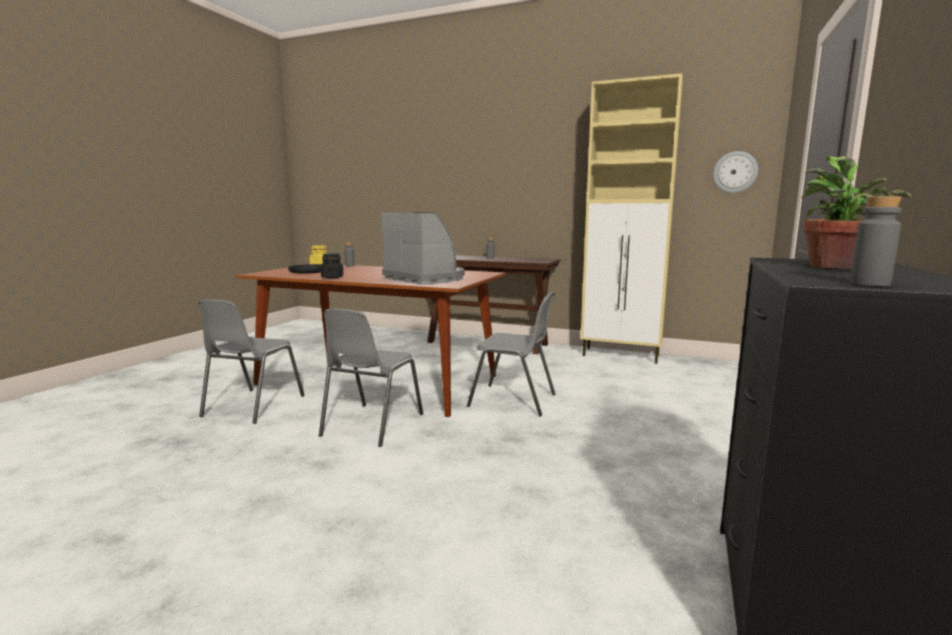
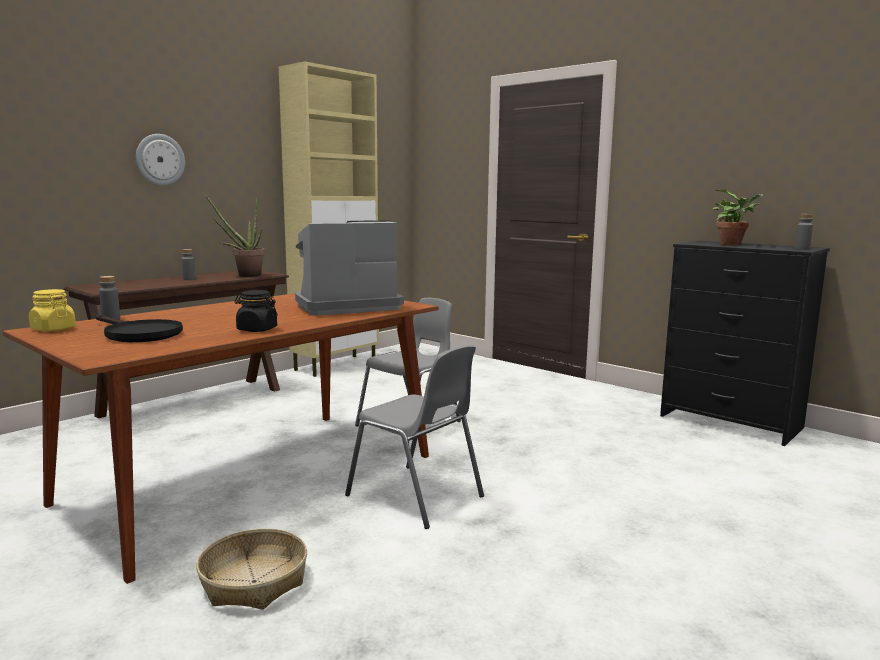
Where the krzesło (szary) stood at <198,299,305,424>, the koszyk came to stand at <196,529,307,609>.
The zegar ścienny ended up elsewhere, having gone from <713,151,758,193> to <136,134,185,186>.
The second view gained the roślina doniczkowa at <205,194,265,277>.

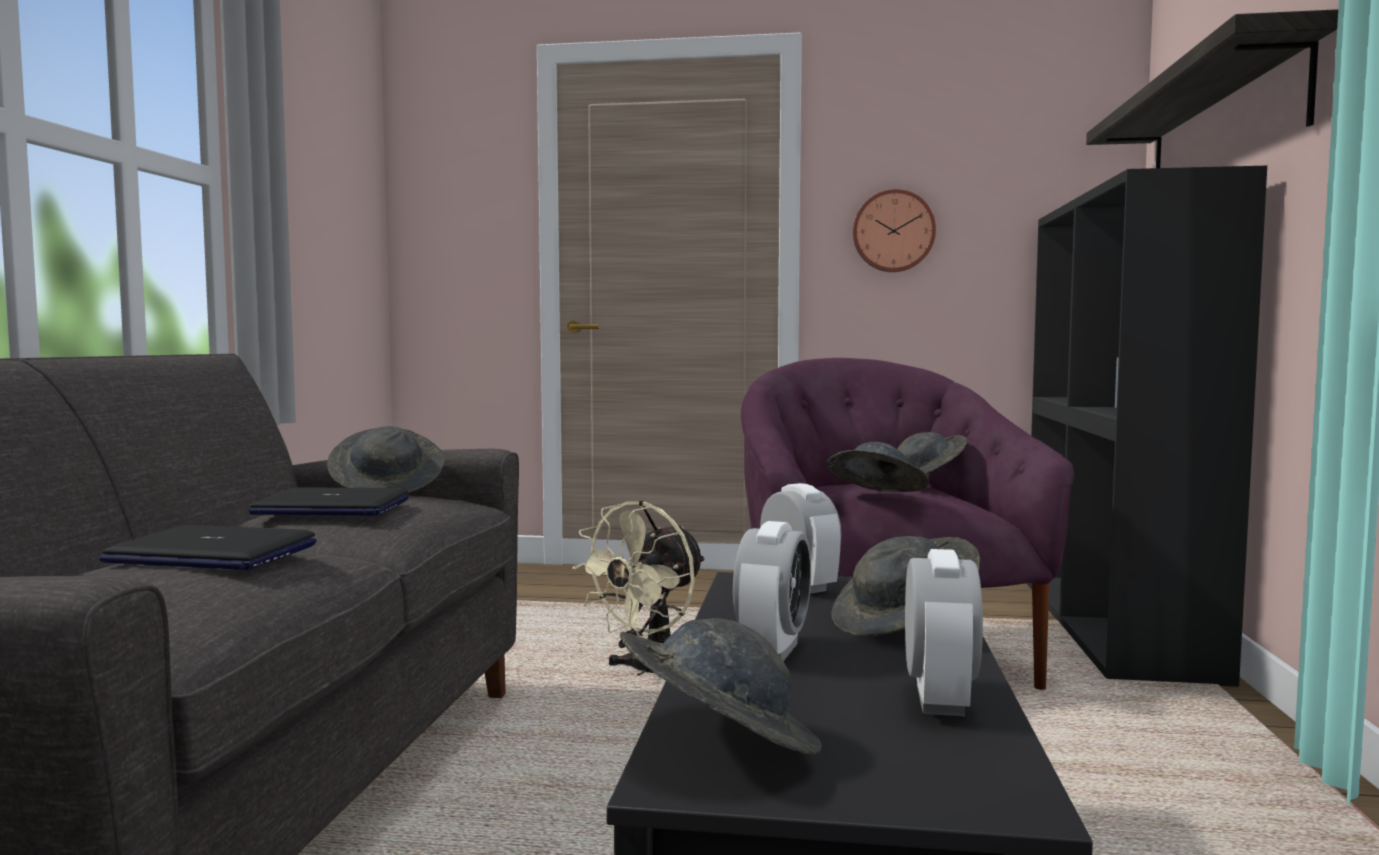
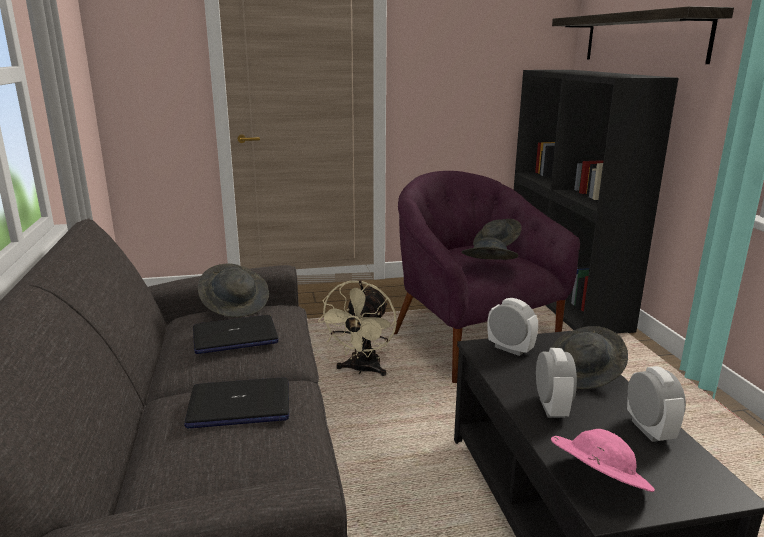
What was the kapelusz (szary) at <620,618,821,755> turned into the kapelusz (różowy) at <551,429,655,492>.
The second view lost the zegar ścienny at <853,189,936,272>.

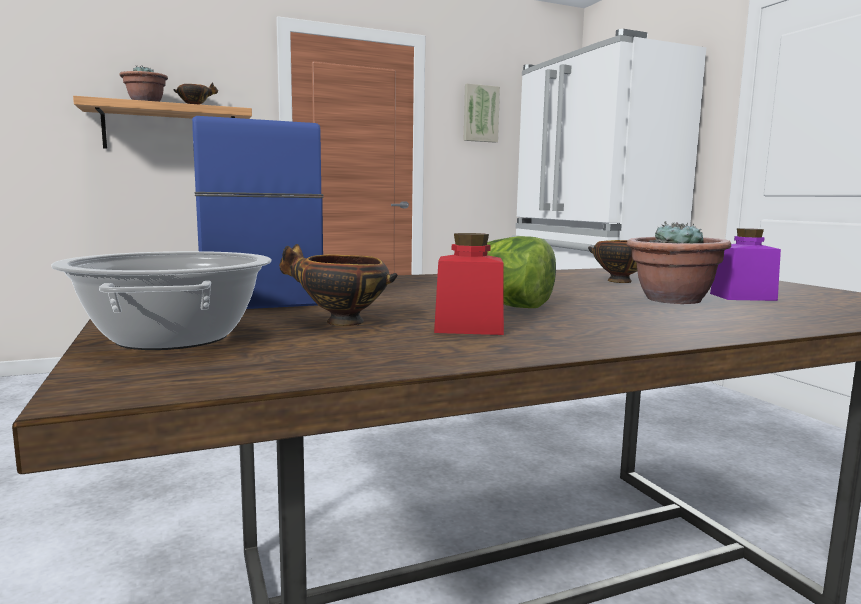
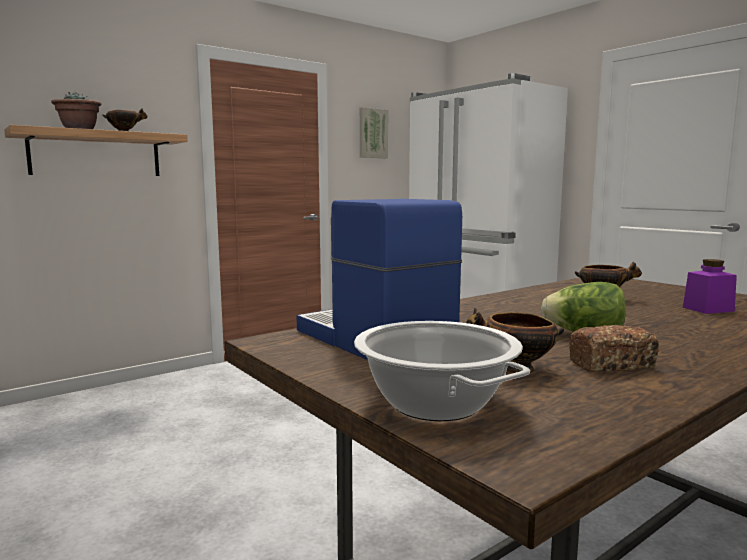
Where the słoik (czerwony) stood at <434,233,504,335>, the chleb came to stand at <569,325,659,372>.
The second view lost the roślina doniczkowa at <626,221,731,304>.

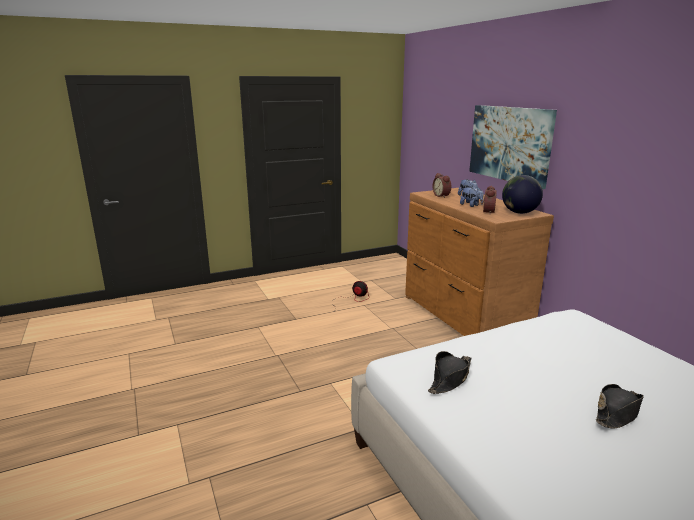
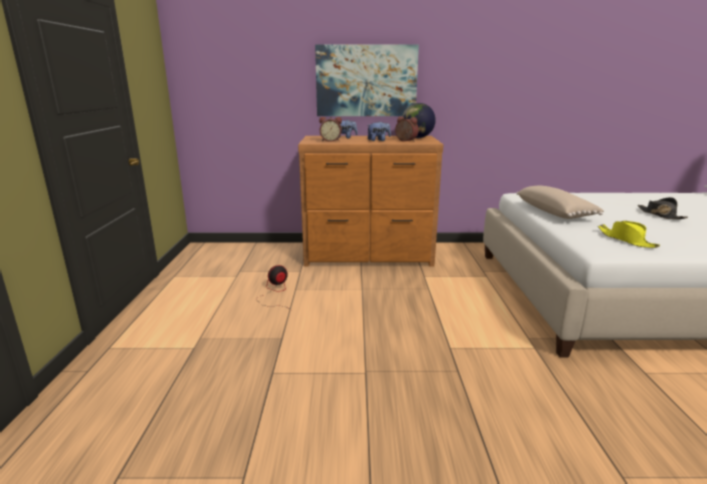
What was the kapelusz (czarny) at <428,351,471,394> turned into the kapelusz (żółty) at <598,221,660,248>.
The second view gained the poduszka (beżowy) at <516,186,604,219>.

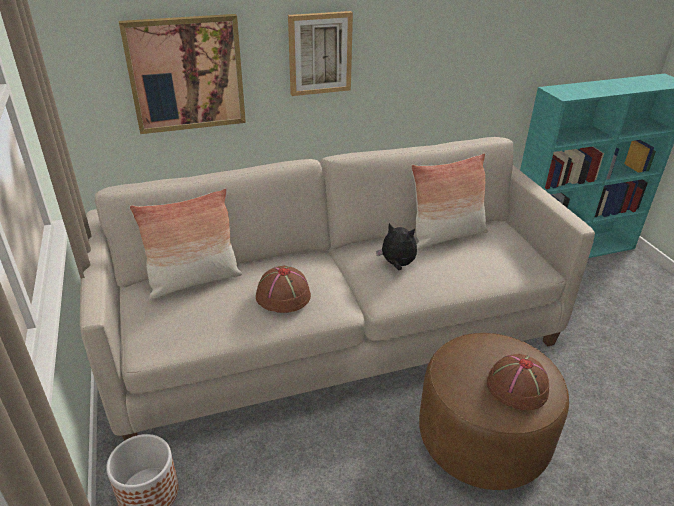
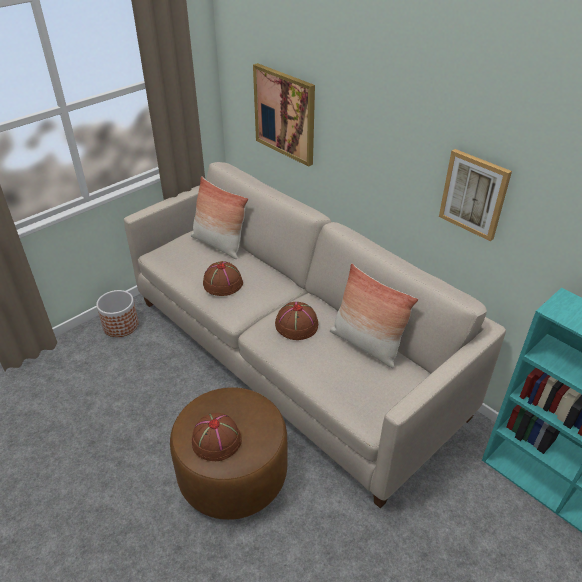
The obraz ended up elsewhere, having gone from <288,11,353,96> to <439,149,512,241>.
Where the pluszak stood at <376,223,417,270>, the kapelusz (brązowy) came to stand at <275,302,318,340>.

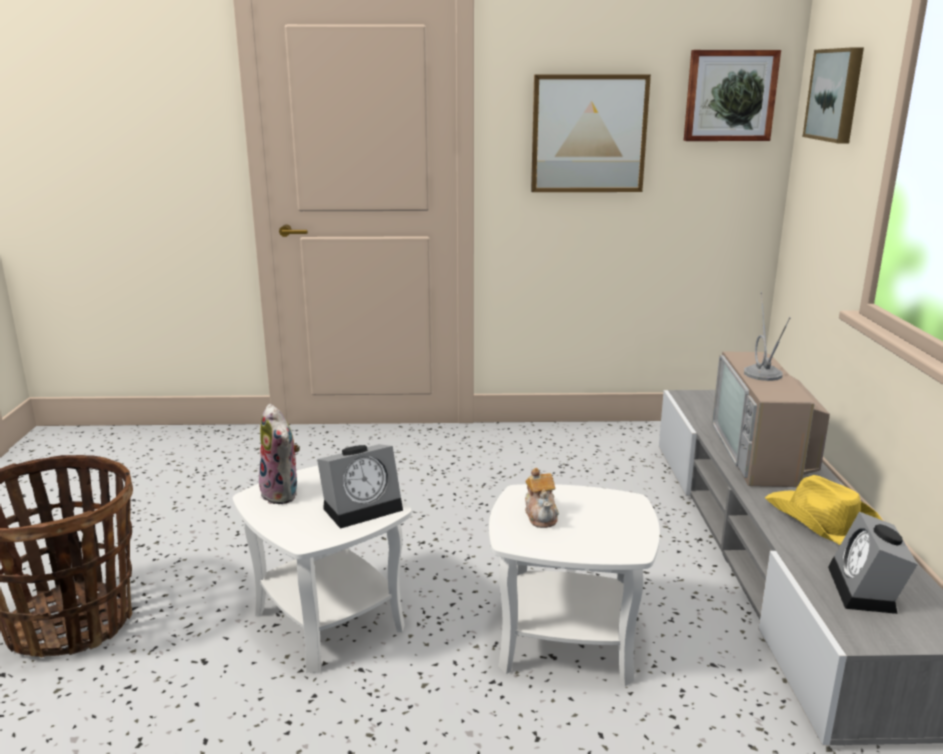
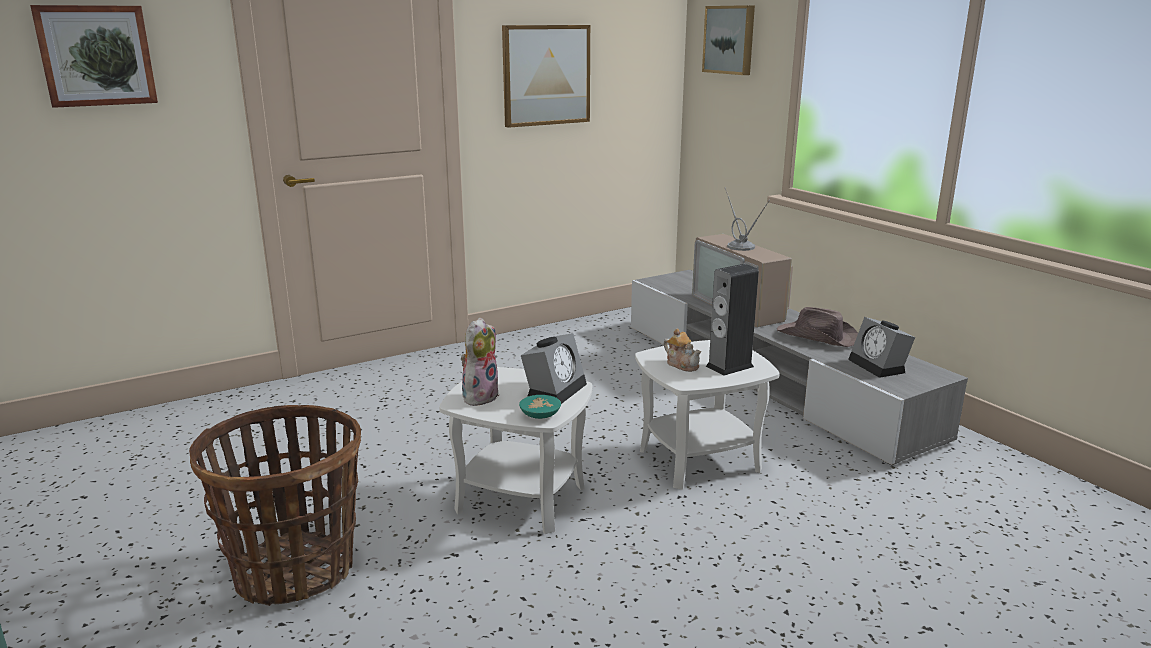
The pluszak at <259,404,300,504> ended up facing another way, 90 degrees counterclockwise from before.
The obraz ended up elsewhere, having gone from <684,50,781,141> to <30,5,158,108>.
What was the kapelusz (żółty) at <765,475,882,545> turned into the kapelusz (brązowy) at <777,307,858,347>.
The second view gained the miska (turkusowy) at <519,395,561,419>.
The second view gained the głośnik at <706,264,759,376>.

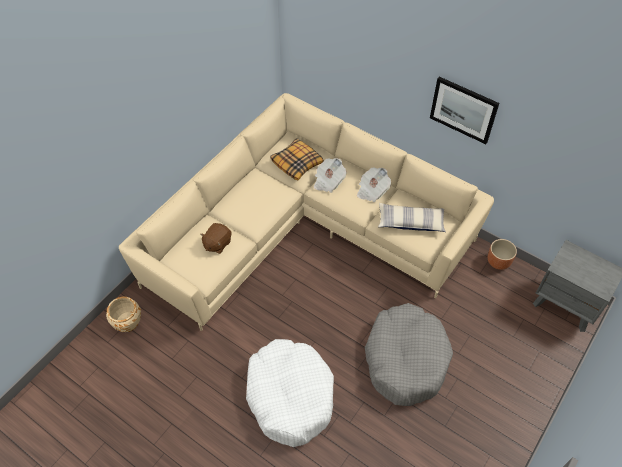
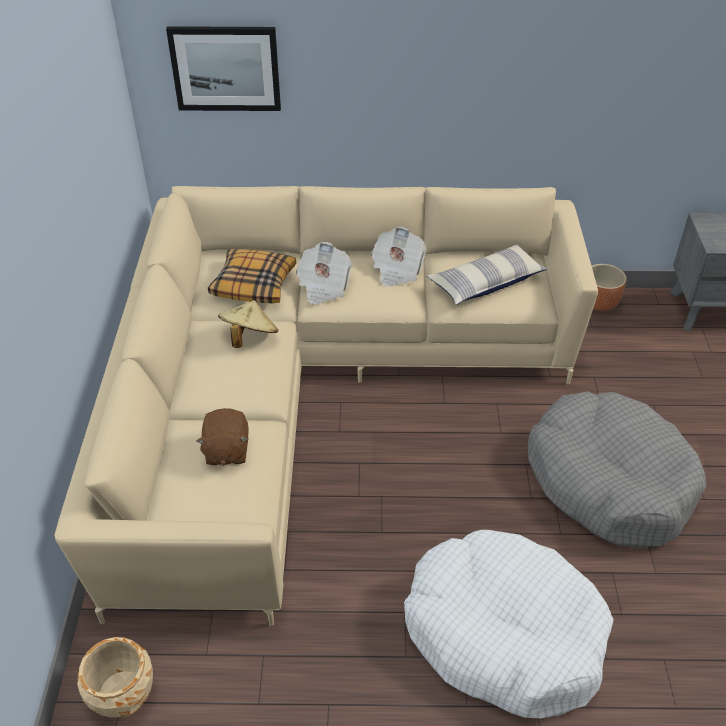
The obraz ended up elsewhere, having gone from <430,77,499,144> to <166,26,281,111>.
The second view gained the kapelusz (beżowy) at <218,300,278,348>.

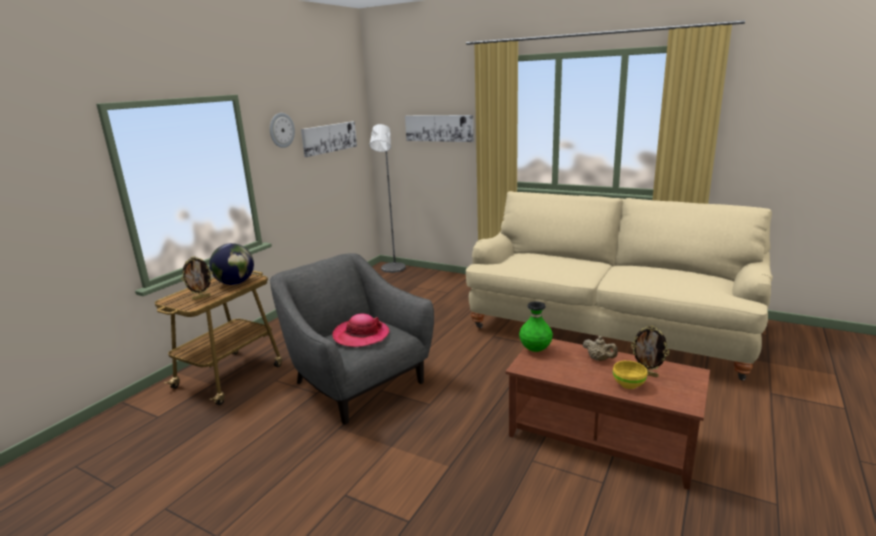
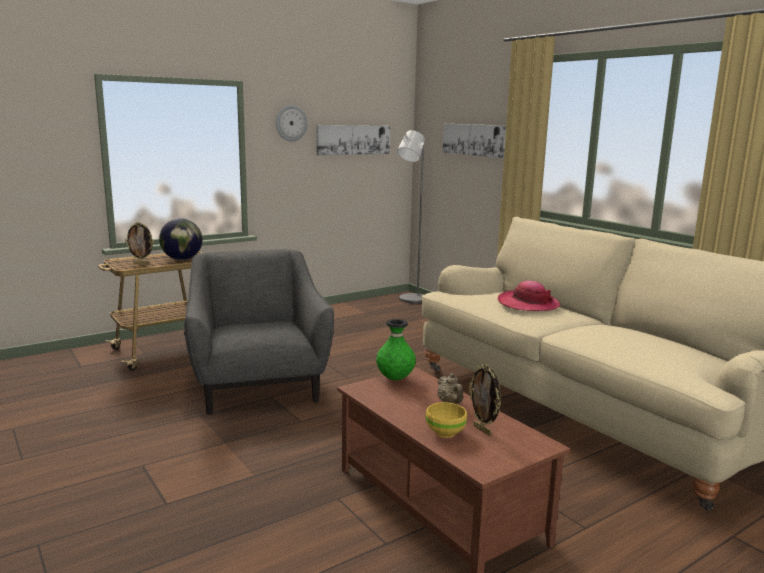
The kapelusz ended up elsewhere, having gone from <332,313,389,347> to <498,281,560,311>.

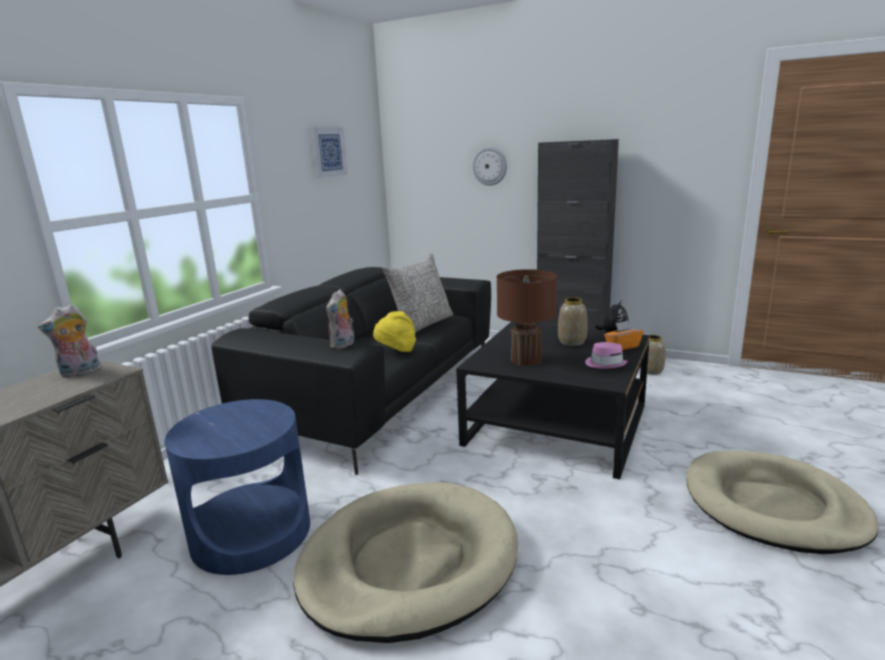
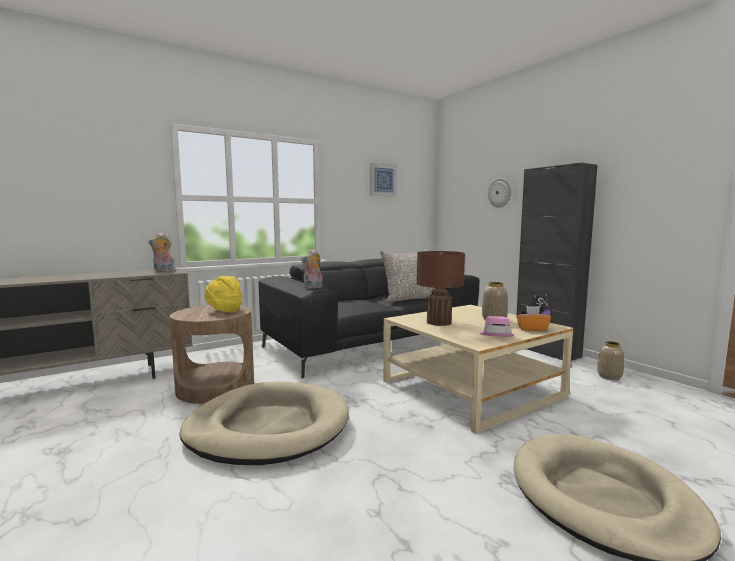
What was the stolik (niebieski) at <165,399,310,575> turned into the stolik (brązowy) at <170,305,254,404>.
The kapelusz (żółty) ended up elsewhere, having gone from <373,311,416,352> to <204,276,242,312>.
What was the ława (czarny) at <456,322,650,479> turned into the ława (beżowy) at <383,305,573,434>.

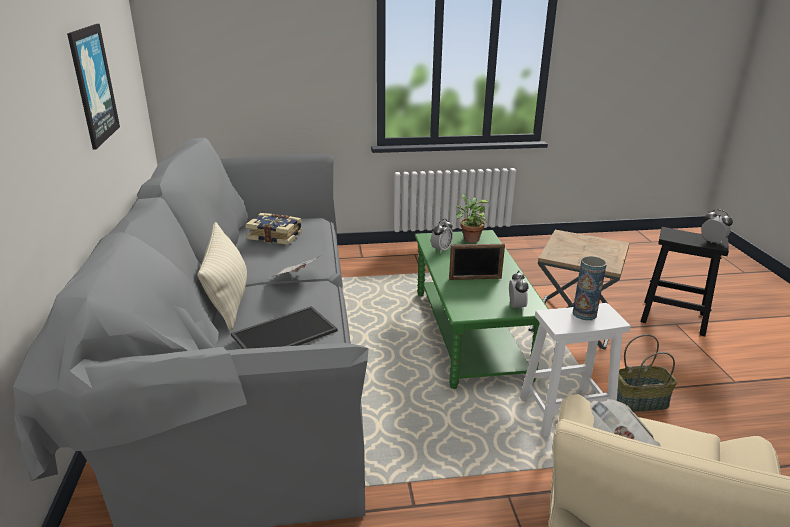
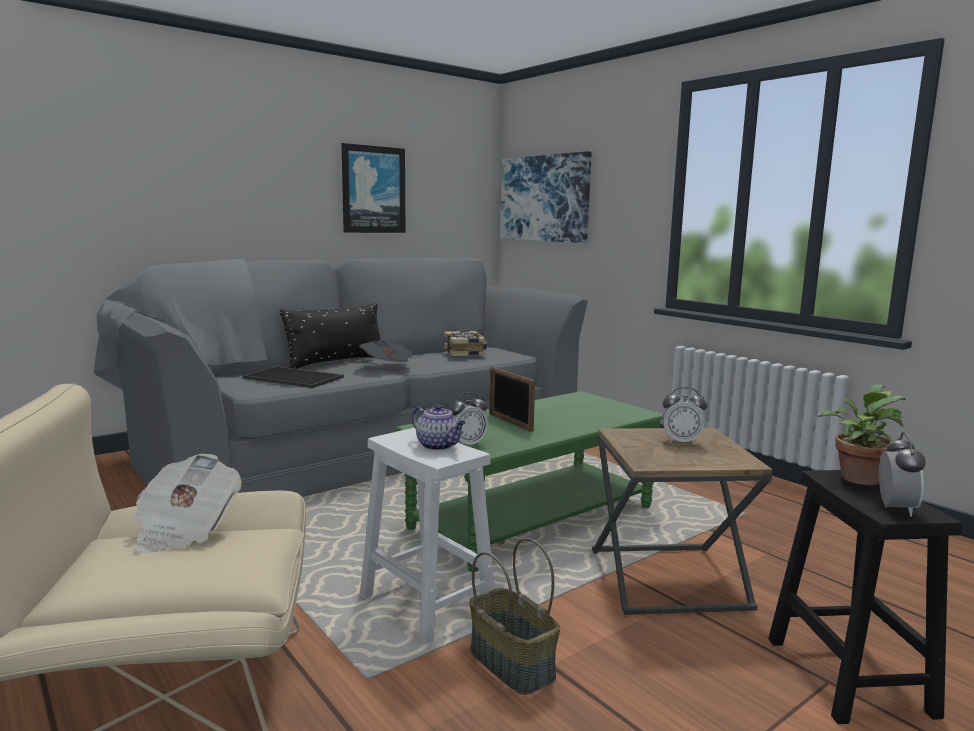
What was the poduszka (beżowy) at <197,222,247,331> turned into the poduszka (czarny) at <280,303,381,369>.
The budzik ended up elsewhere, having gone from <431,219,453,253> to <662,387,707,445>.
The roślina doniczkowa ended up elsewhere, having gone from <456,194,489,243> to <817,384,906,485>.
Where the wazon stood at <573,256,607,320>, the imbryk came to stand at <412,404,466,450>.
The second view gained the obraz at <500,151,592,243>.

